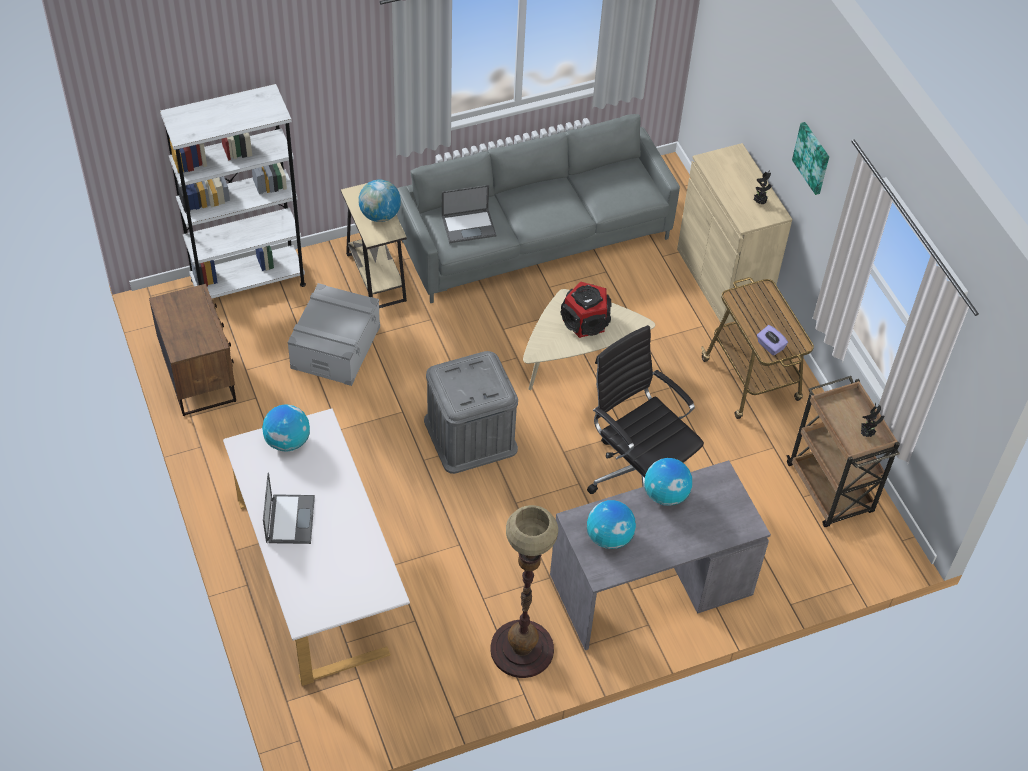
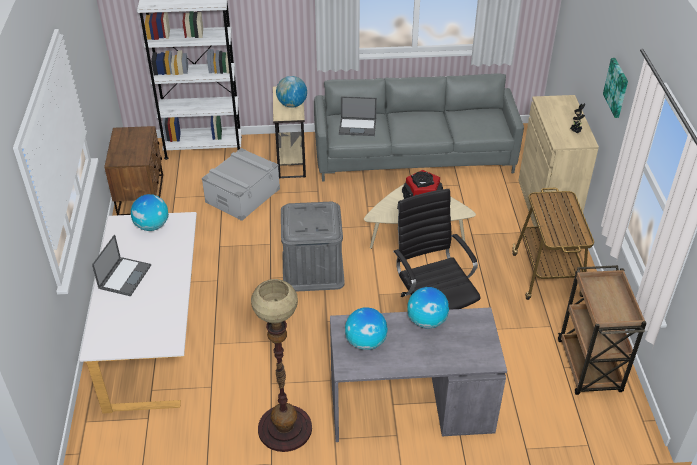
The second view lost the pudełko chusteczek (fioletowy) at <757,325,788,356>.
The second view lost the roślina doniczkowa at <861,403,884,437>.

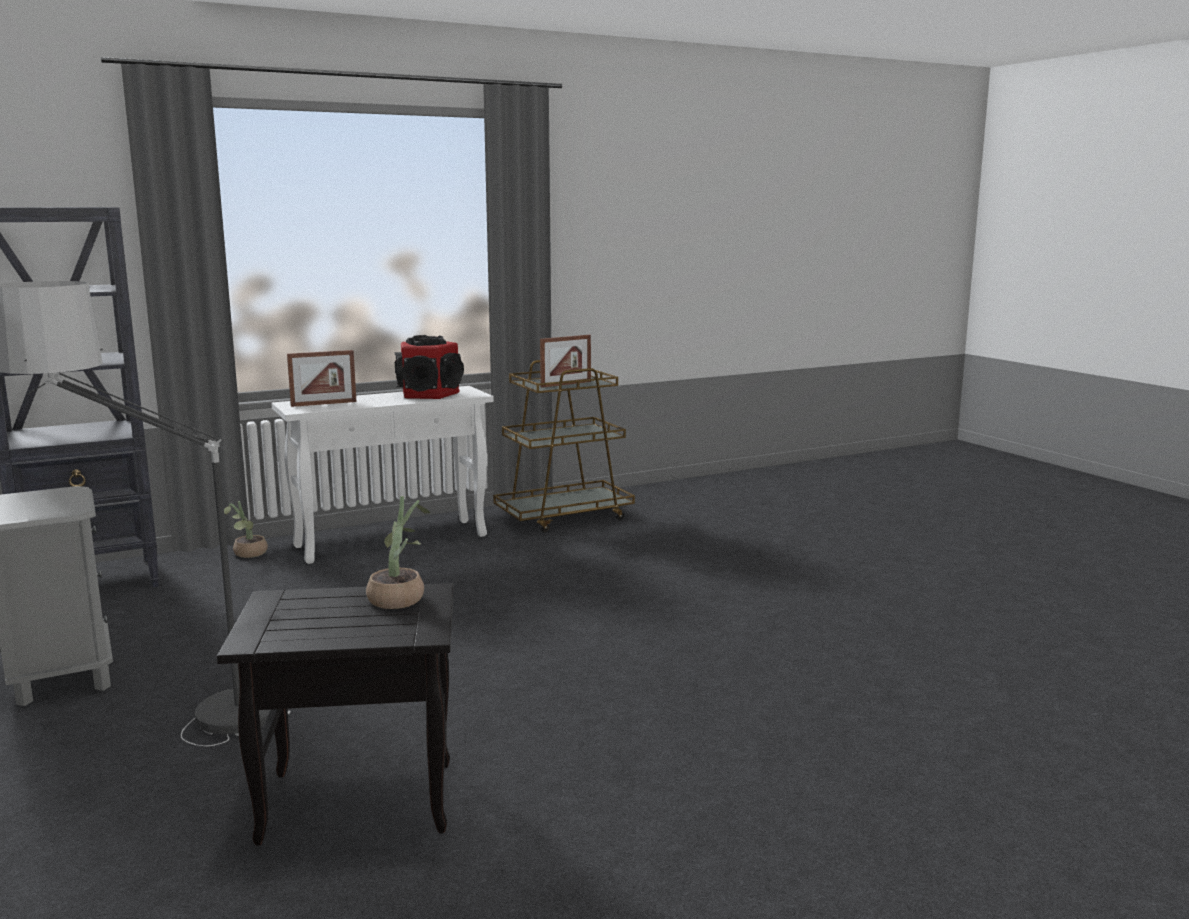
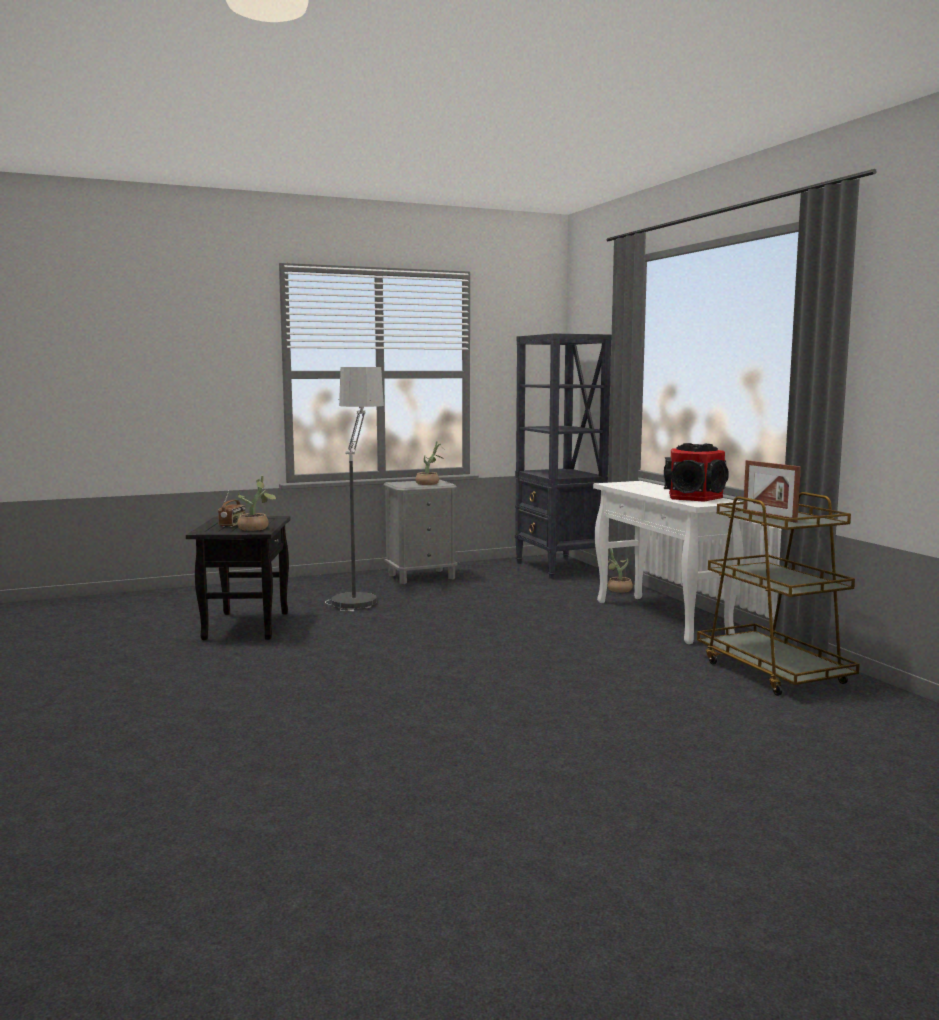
The second view lost the ramka na zdjęcie at <287,350,356,407>.
The second view gained the radio at <218,491,245,527>.
The second view gained the roślina doniczkowa at <415,441,444,485>.

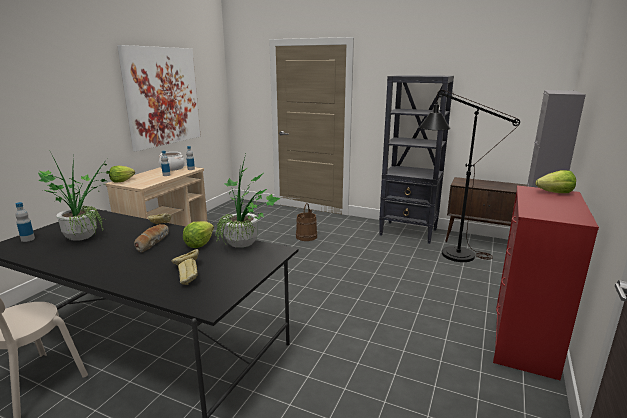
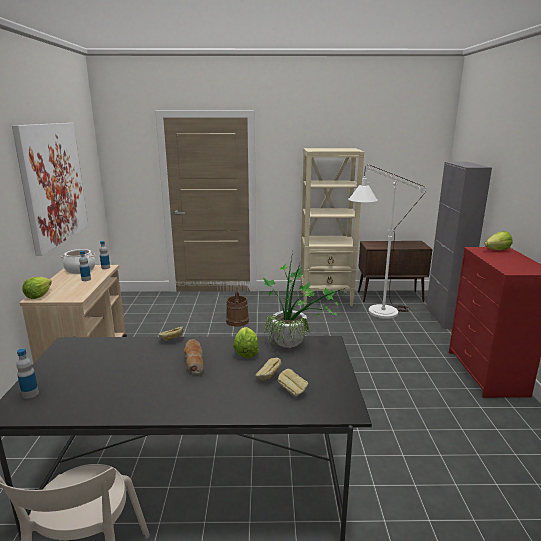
The second view lost the roślina doniczkowa at <38,156,111,241>.
What was the regał (czarny) at <379,75,454,244> turned into the regał (beżowy) at <301,148,364,306>.
What was the lampa stojąca (czarny) at <418,90,520,262> turned into the lampa stojąca (biały) at <348,165,426,319>.

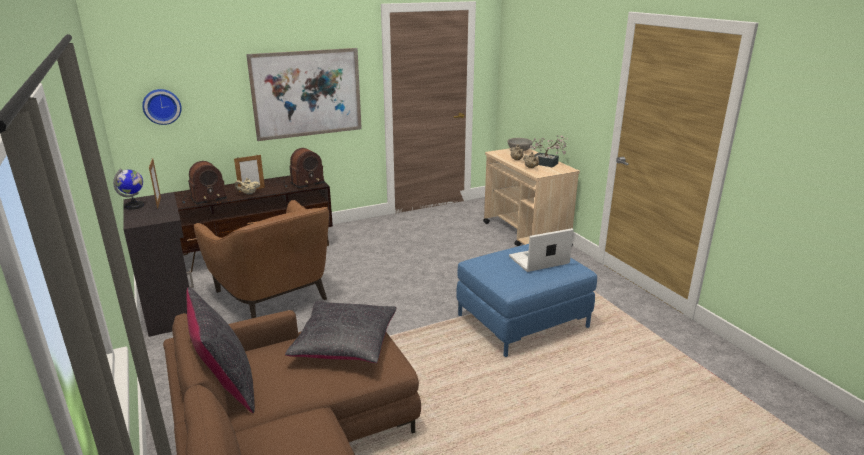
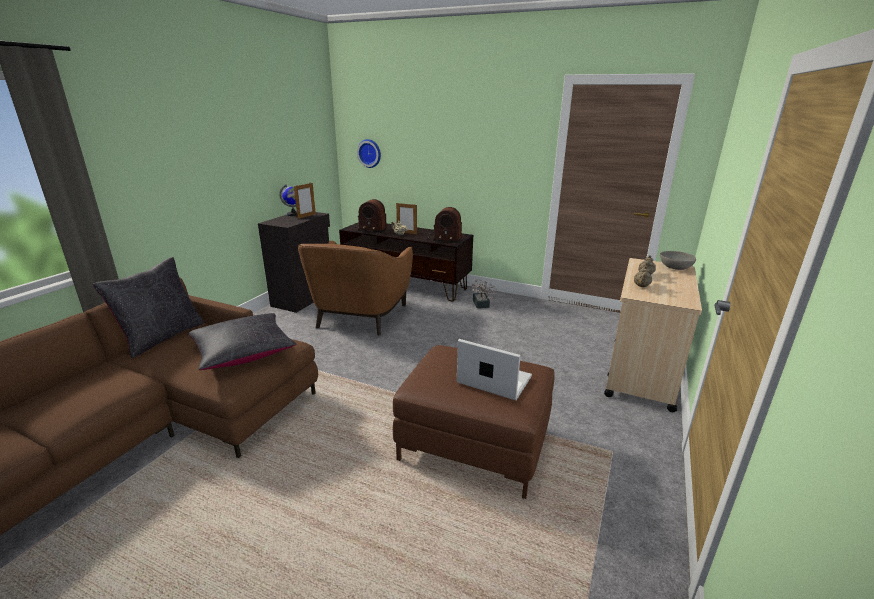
The second view lost the obraz at <246,48,362,141>.
What was the pufa (niebieski) at <456,244,597,357> turned into the pufa (brązowy) at <393,345,555,499>.
The roślina doniczkowa ended up elsewhere, having gone from <529,135,568,168> to <470,279,496,308>.

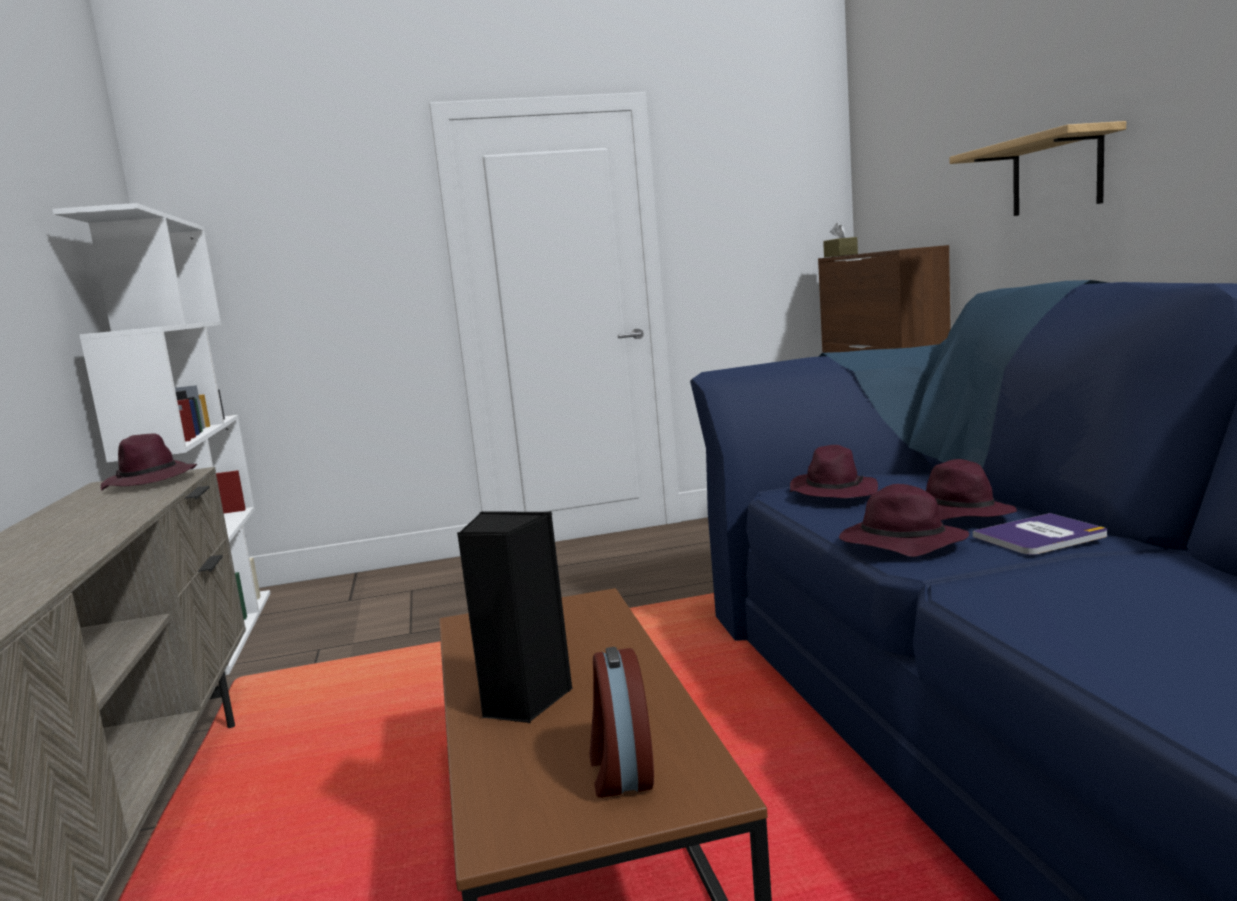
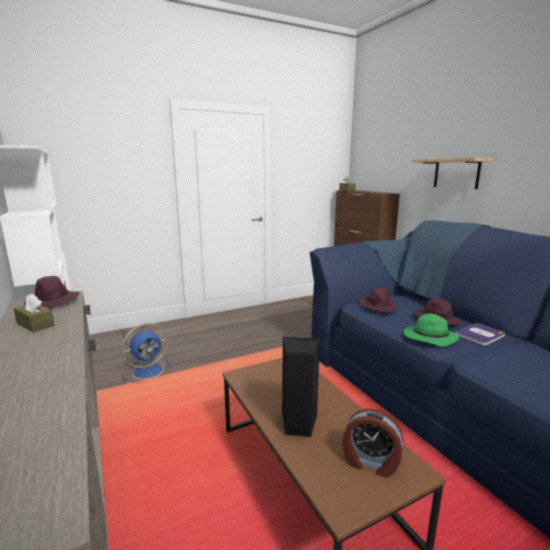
The budzik at <589,647,654,798> ended up facing another way, 45 degrees counterclockwise from before.
What was the kapelusz (fioletowy) at <839,484,969,557> turned into the kapelusz (zielony) at <404,314,459,347>.
The second view gained the pudełko chusteczek (brązowy) at <14,294,54,332>.
The second view gained the wentylator (niebieski) at <121,323,172,383>.

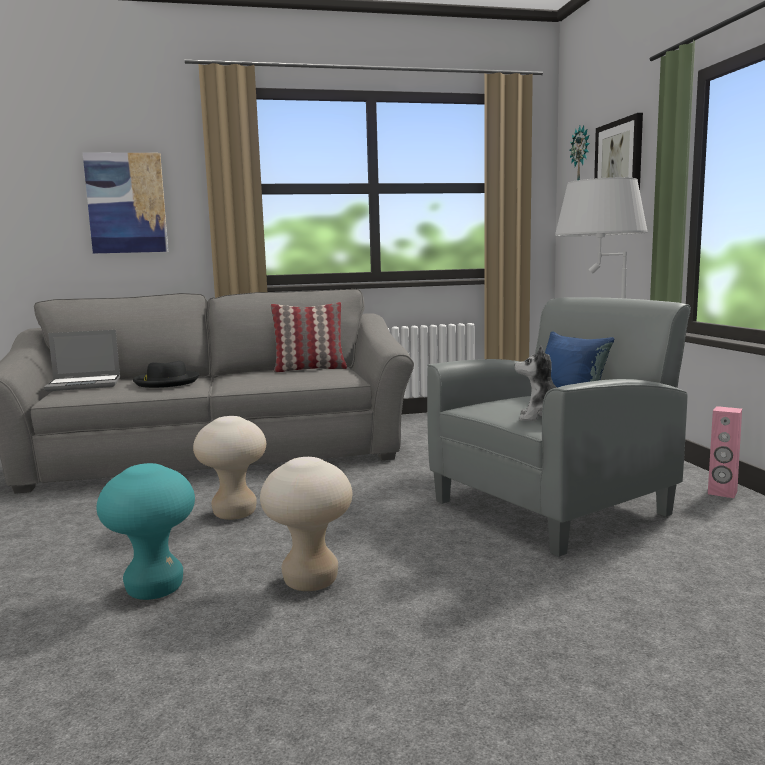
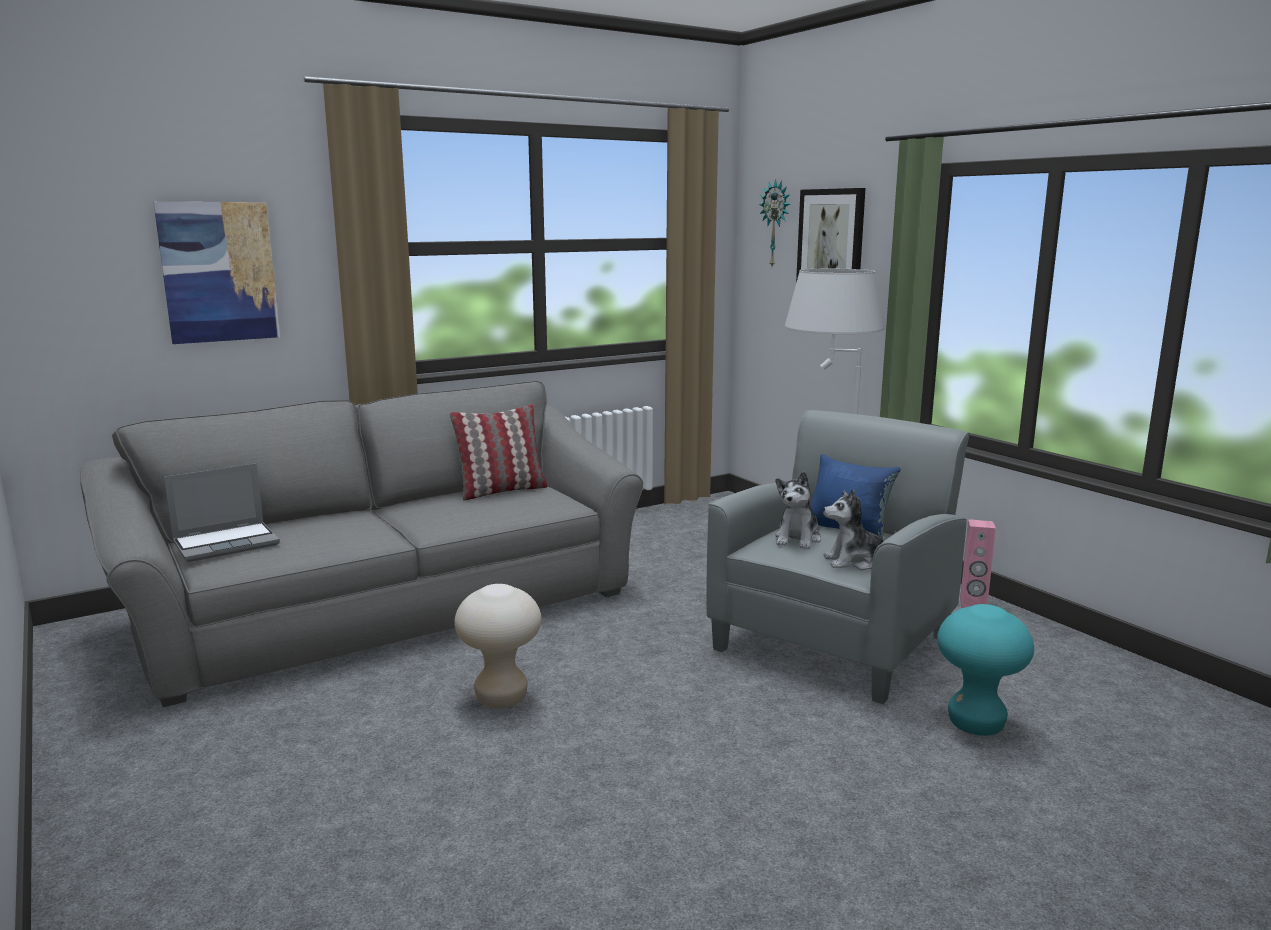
The stołek (turkusowy) ended up elsewhere, having gone from <97,463,195,600> to <937,604,1034,736>.
The second view lost the kapelusz (czarny) at <133,361,200,388>.
The second view lost the stołek (beżowy) at <260,457,352,591>.
The second view gained the pluszak at <775,472,821,549>.

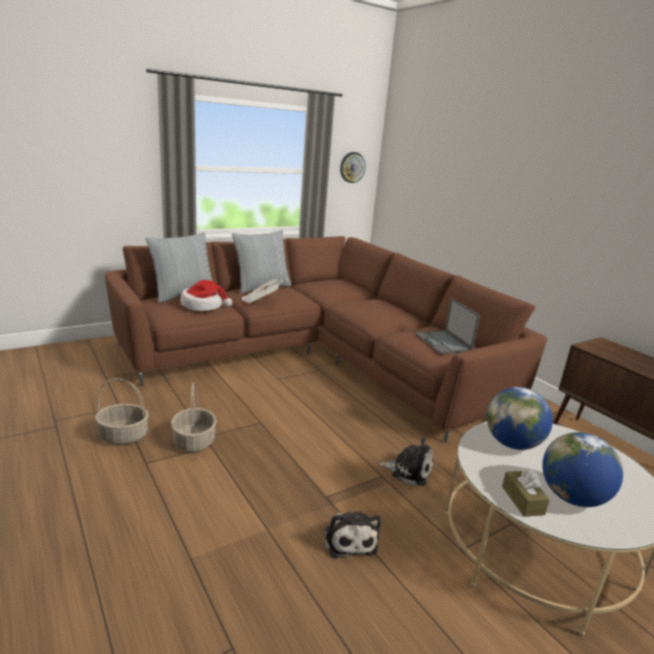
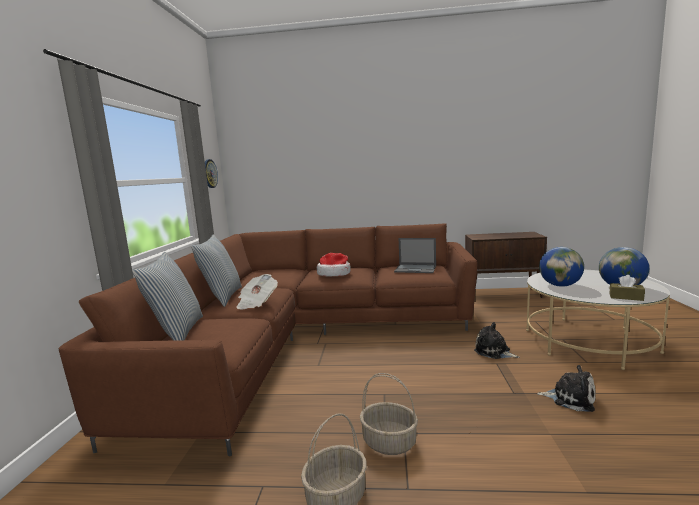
The kapelusz ended up elsewhere, having gone from <180,280,232,311> to <317,253,350,276>.
The pluszak at <379,438,433,486> ended up facing another way, 105 degrees counterclockwise from before.

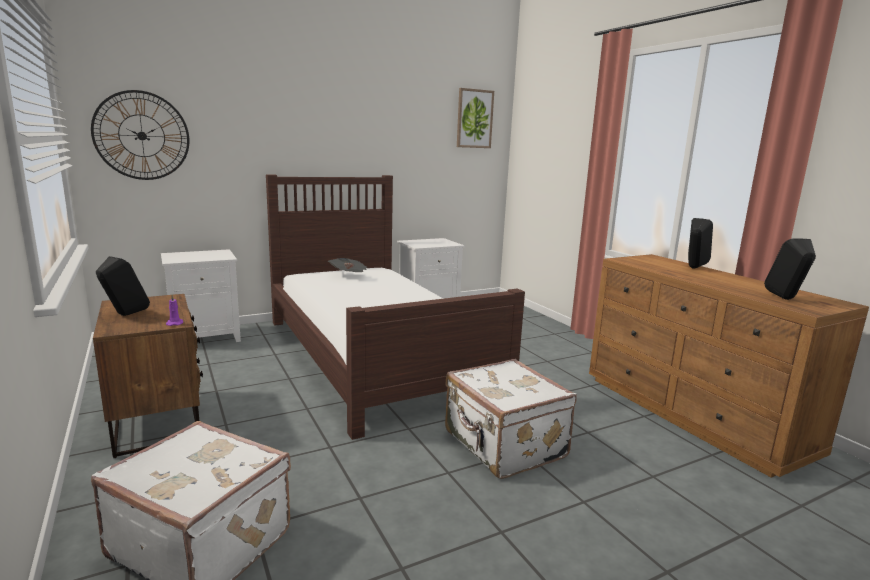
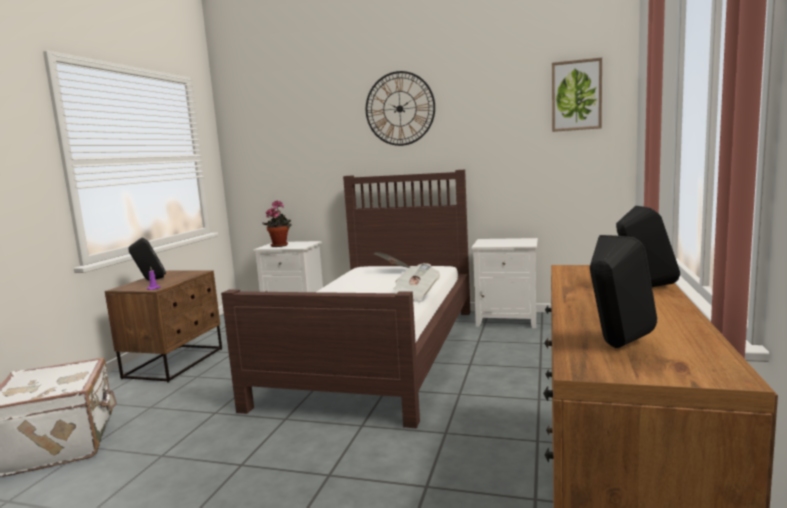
The zegar ścienny ended up elsewhere, having gone from <91,90,190,180> to <366,71,435,146>.
The second view lost the walizka (biały) at <445,359,577,479>.
The second view gained the roślina doniczkowa at <263,200,292,247>.
The second view gained the gazeta at <394,263,440,300>.

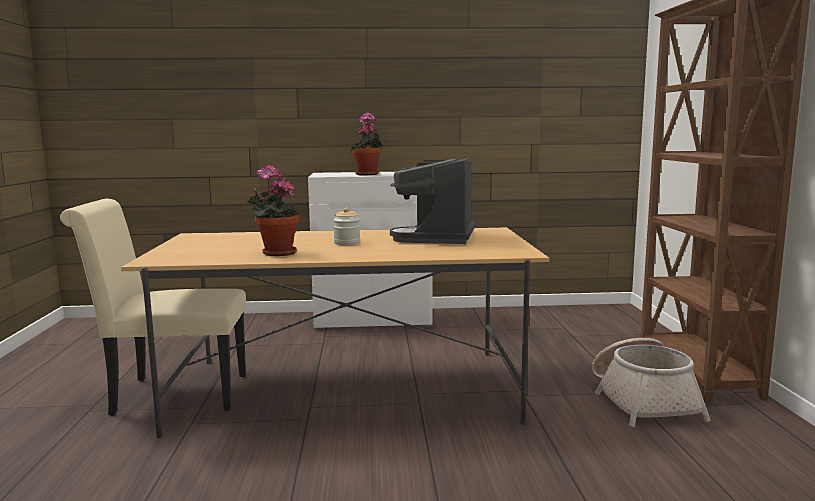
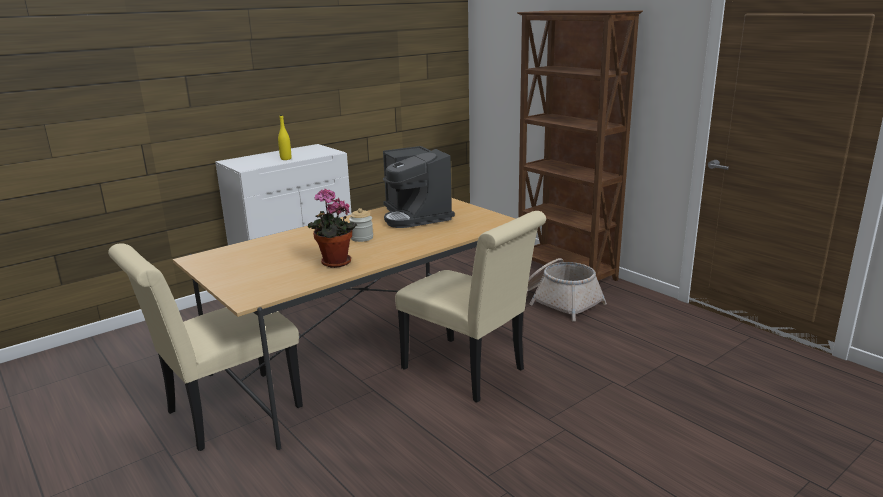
Where the roślina doniczkowa stood at <351,112,384,175>, the butelka (żółty) came to stand at <278,115,291,160>.
The second view gained the krzesło (beżowy) at <395,211,546,402>.

